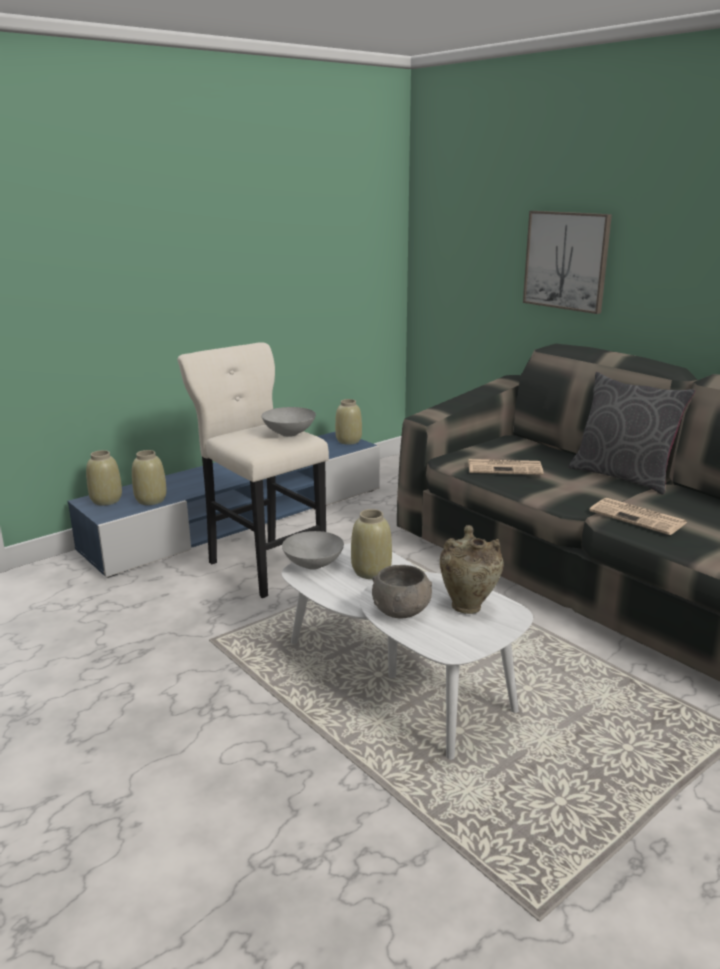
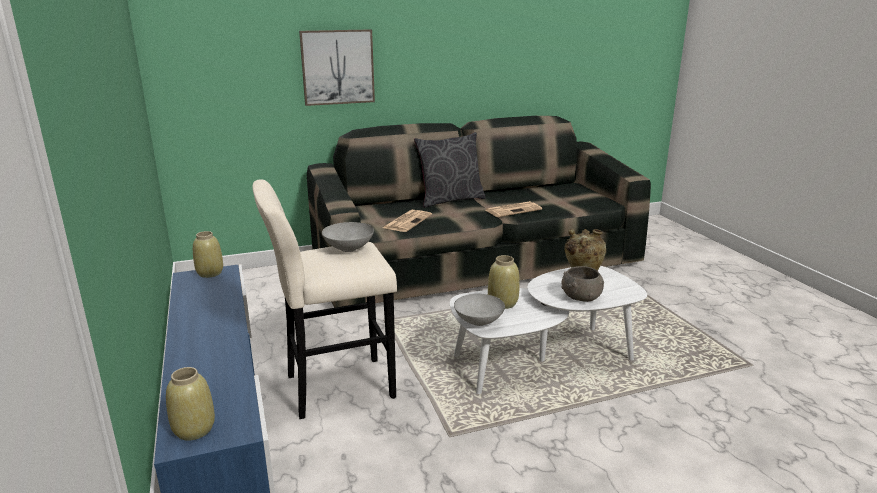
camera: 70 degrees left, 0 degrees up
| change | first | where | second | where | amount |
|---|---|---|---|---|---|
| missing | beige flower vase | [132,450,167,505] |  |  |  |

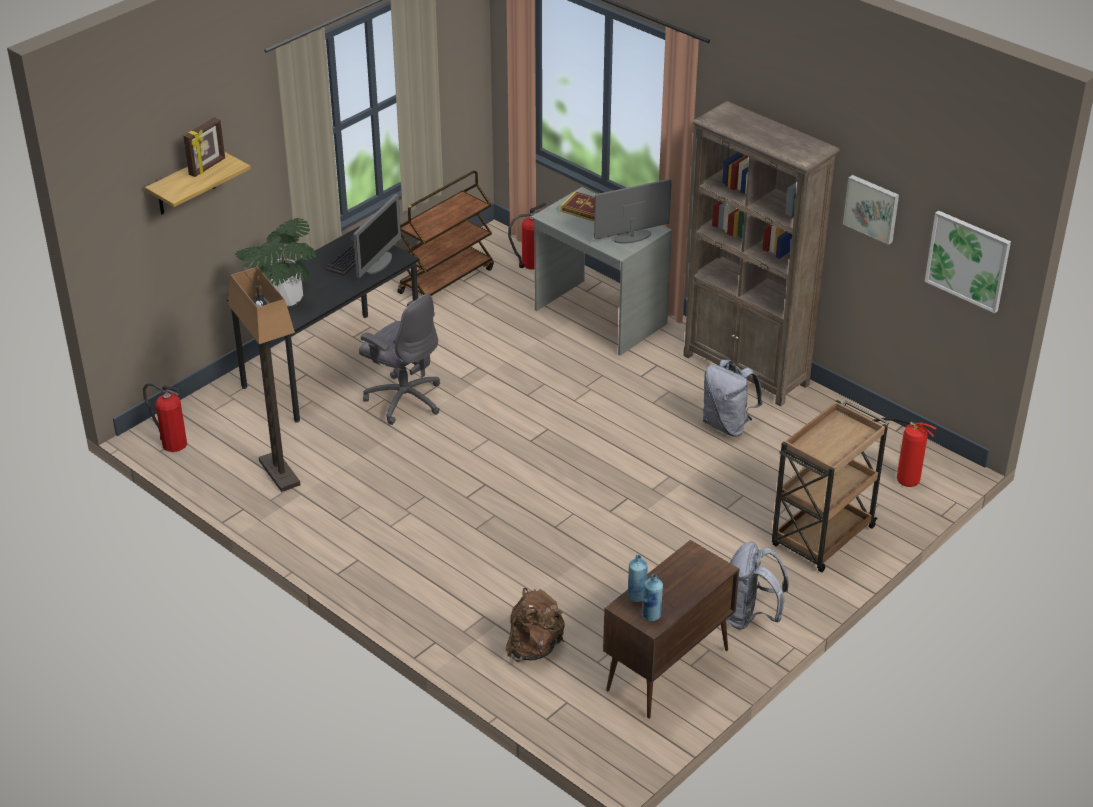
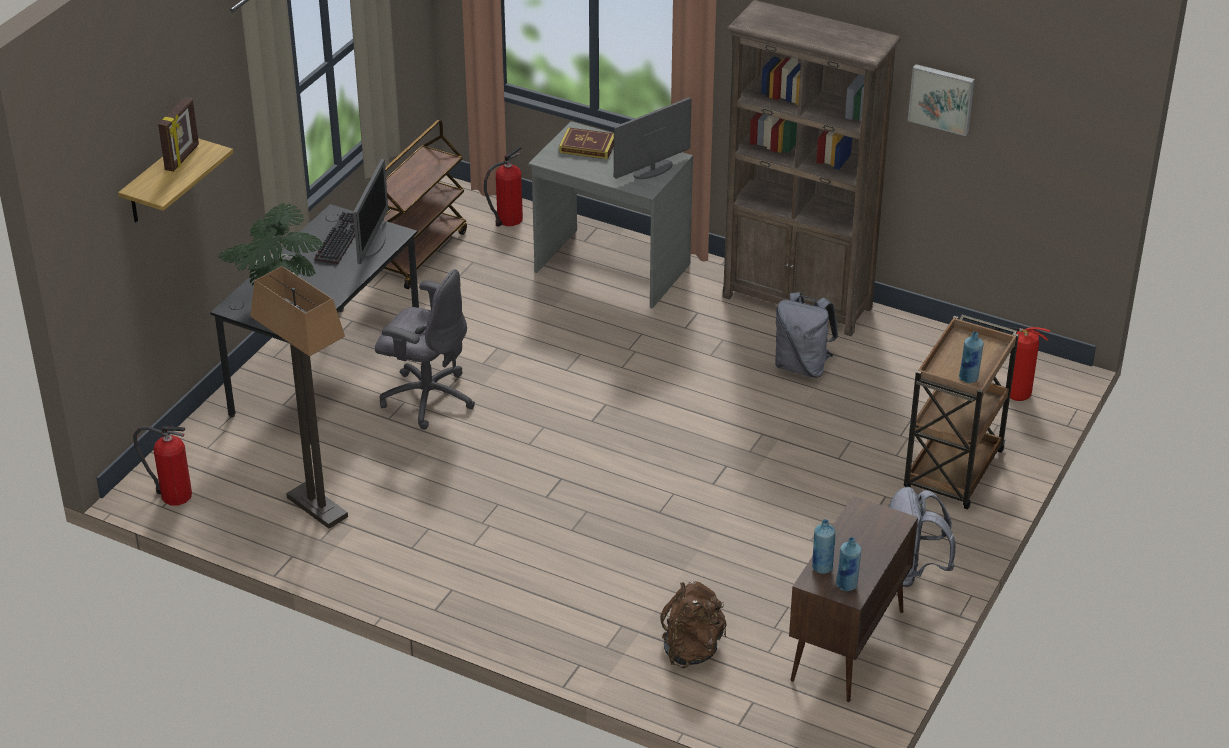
camera: 15 degrees left, 0 degrees up
| change | first | where | second | where | amount |
|---|---|---|---|---|---|
| missing | picture | [924,211,1011,313] |  |  |  |
| appeared |  |  | blue-coloured bottle | [959,332,983,383] |  |

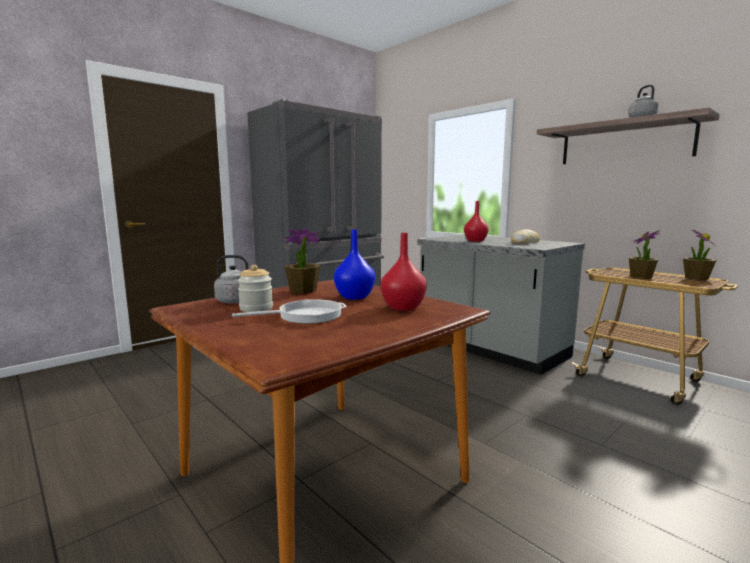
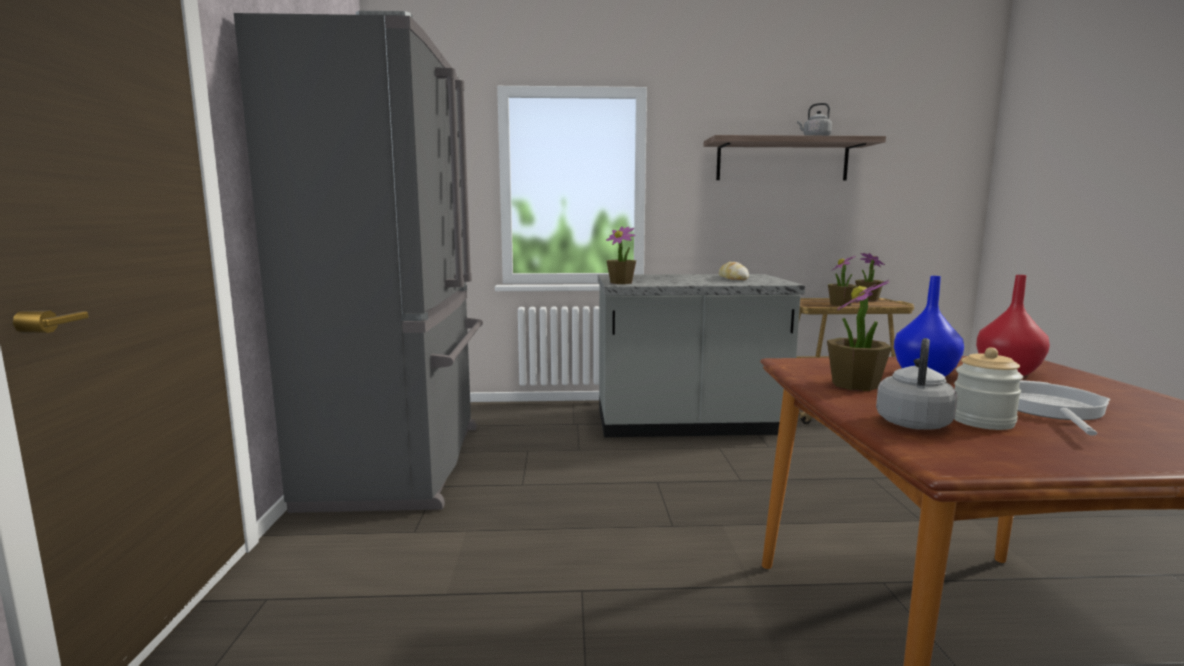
camera: 50 degrees left, 0 degrees up
| change | first | where | second | where | amount |
|---|---|---|---|---|---|
| missing | red-coloured flower vase | [464,201,489,242] |  |  |  |
| appeared |  |  | plant in a pot | [606,226,636,284] |  |

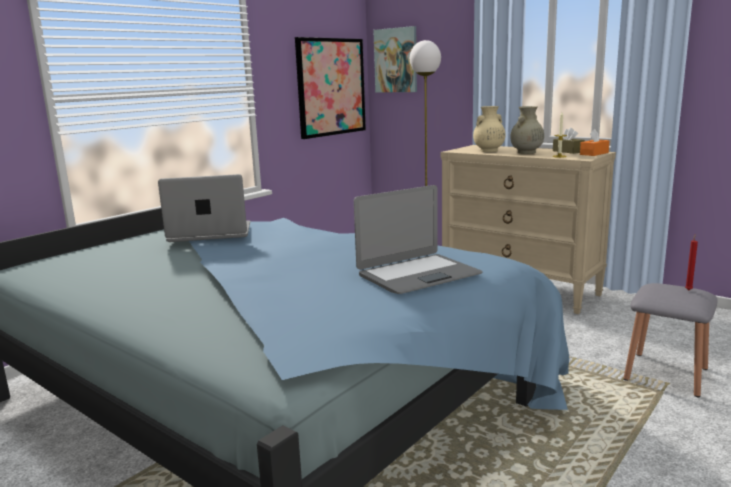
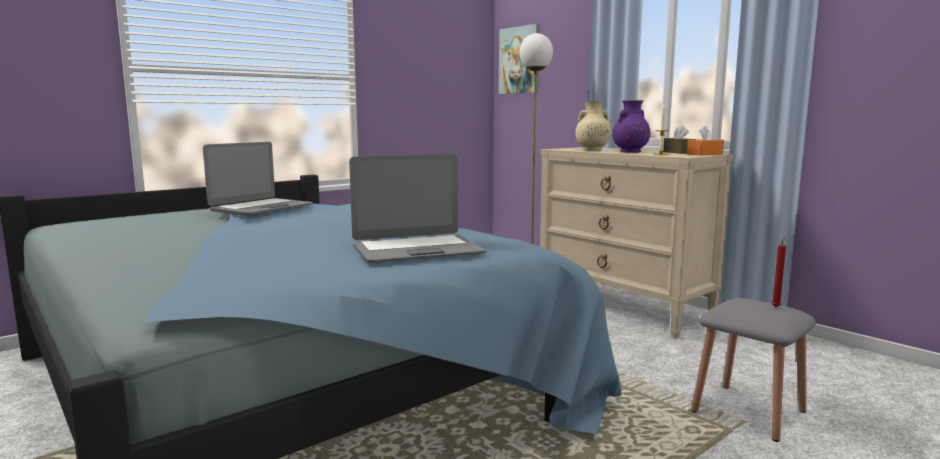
camera: 10 degrees right, 5 degrees down
| change | first | where | second | where | amount |
|---|---|---|---|---|---|
| missing | picture | [295,37,366,139] |  |  |  |
| colour | beige flower vase | [510,106,544,154] | purple flower vase | [613,100,650,153] |  |
| spun | notebook computer | [158,174,250,242] |  | [203,142,313,215] | 120 degrees clockwise |

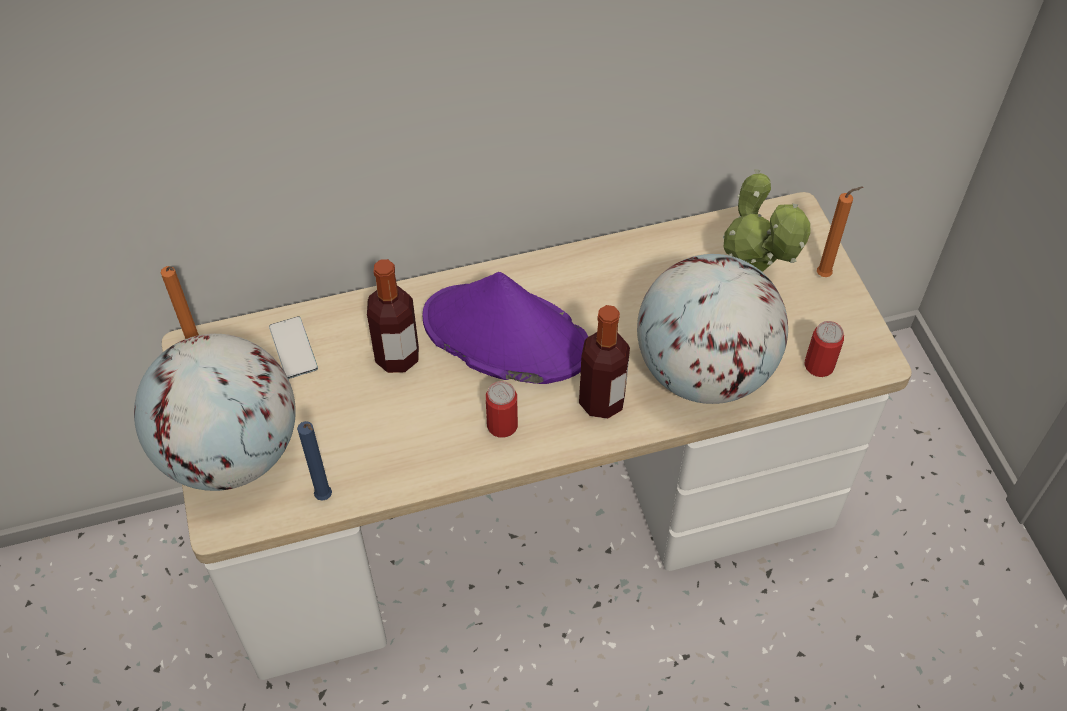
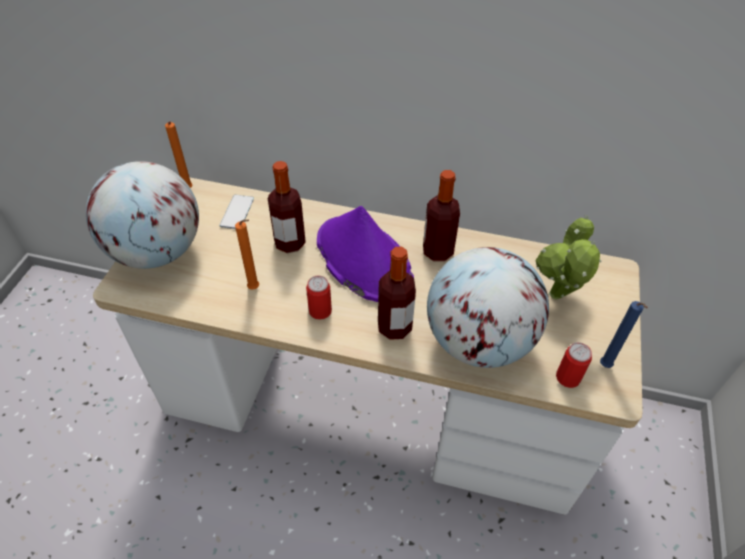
camera: 30 degrees right, 5 degrees down
| change | first | where | second | where | amount |
|---|---|---|---|---|---|
| relocated | orangey candle | [817,187,863,277] |  | [235,219,259,290] |  |
| relocated | blue-coloured candle | [297,421,332,501] |  | [600,301,648,368] |  |
| appeared |  |  | bottle | [423,170,460,261] |  |

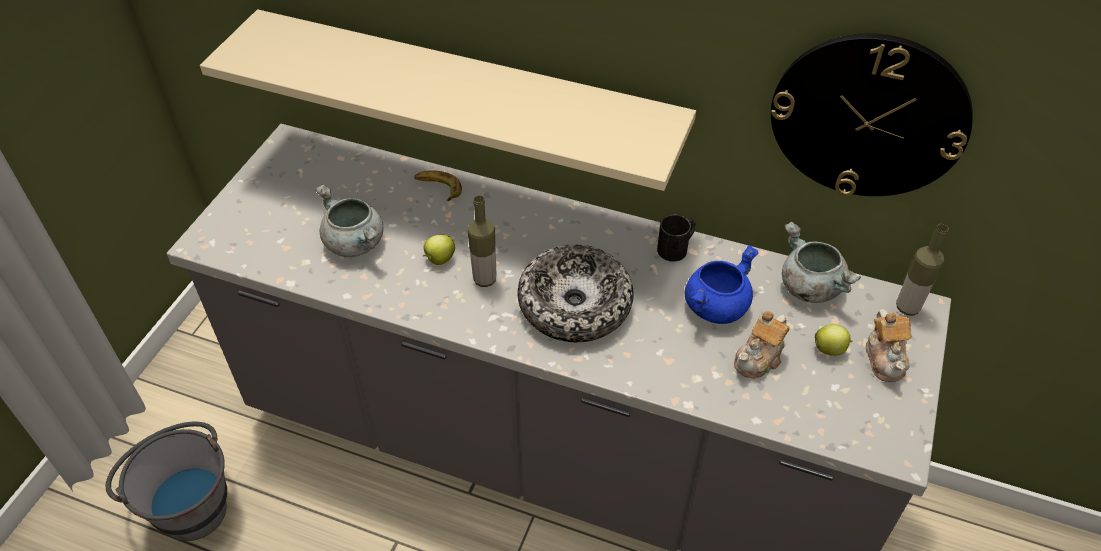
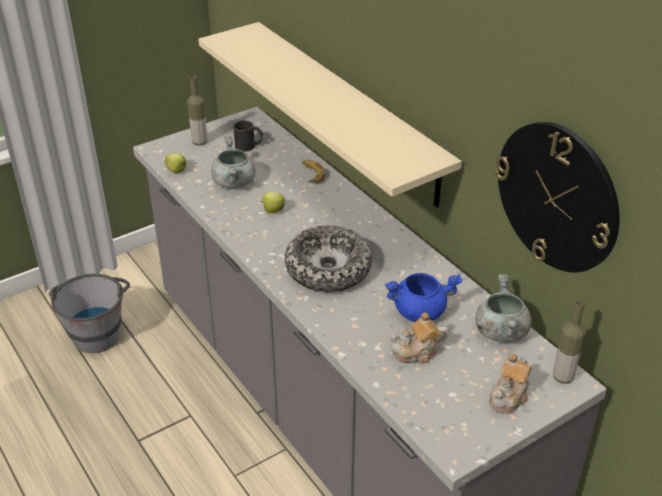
camera: 35 degrees right, 10 degrees down
| change | first | where | second | where | amount |
|---|---|---|---|---|---|
| relocated | bottle | [468,195,496,287] |  | [187,76,207,145] |  |
| relocated | black coffee mug | [657,215,696,262] |  | [233,120,263,152] |  |
| relocated | apple fruit | [815,324,852,356] |  | [165,153,186,173] |  |

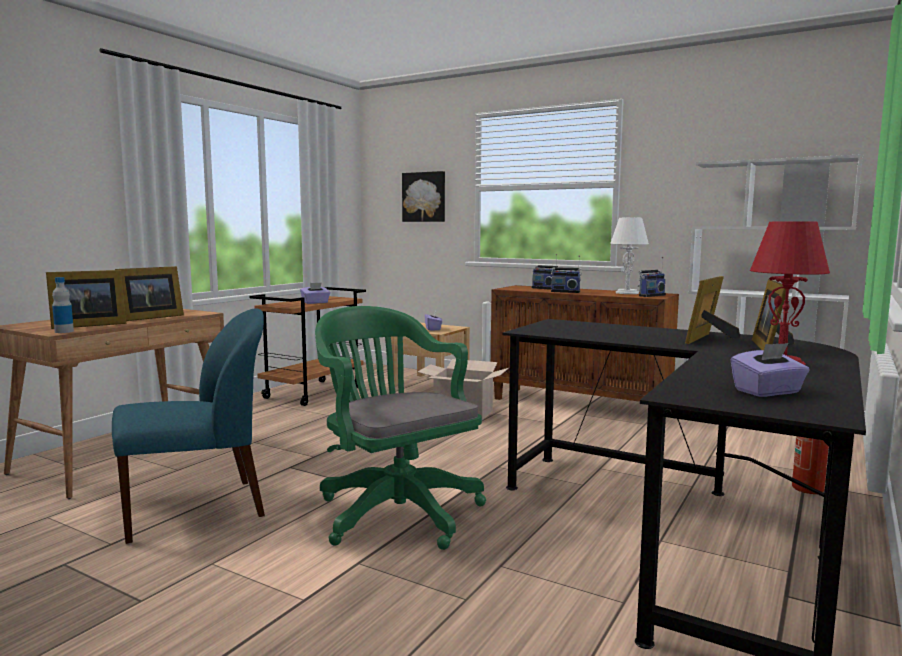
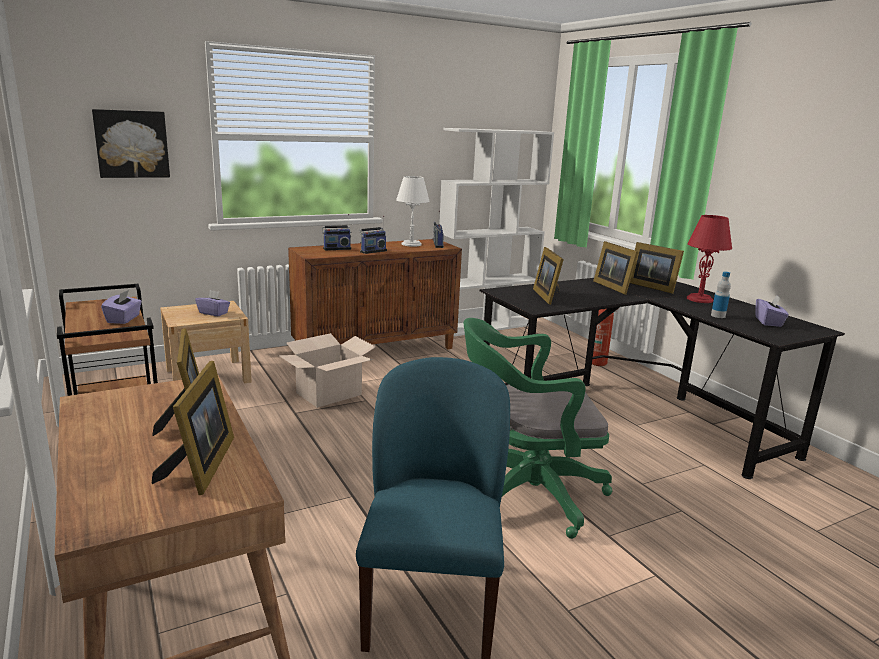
camera: 60 degrees left, 10 degrees up
| change | first | where | second | where | amount |
|---|---|---|---|---|---|
| relocated | bottle | [52,277,74,333] |  | [711,271,731,318] |  |
| appeared |  |  | standing frame | [533,247,564,305] |  |

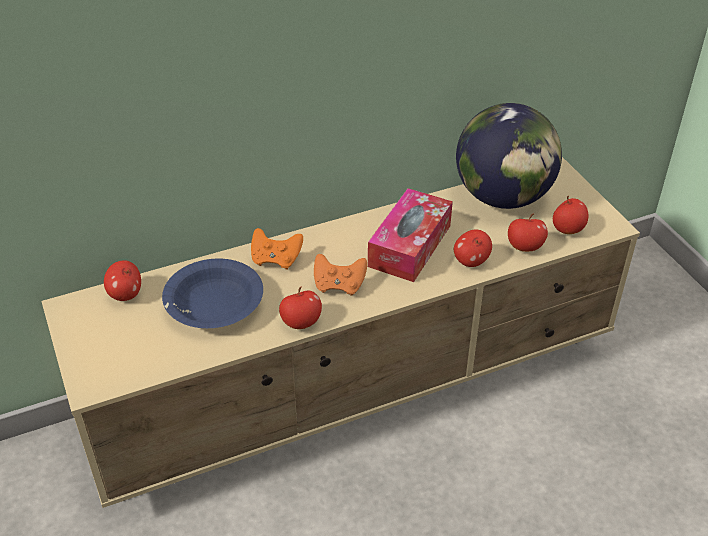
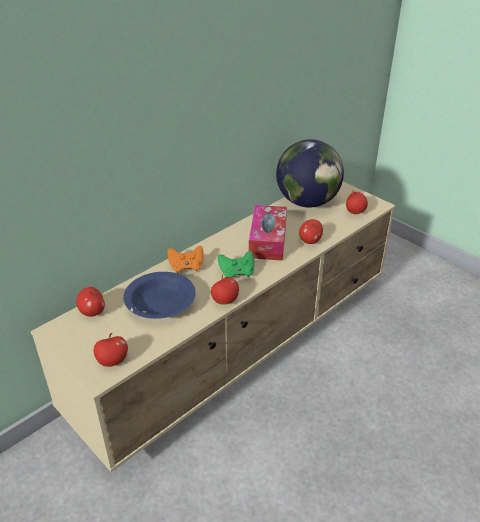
camera: 20 degrees left, 5 degrees down
| change | first | where | second | where | amount |
|---|---|---|---|---|---|
| relocated | apple fruit | [508,214,548,252] |  | [94,333,128,367] |  |
| colour | orangey joypad | [314,254,367,296] | green-coloured joypad | [218,251,255,278] |  |

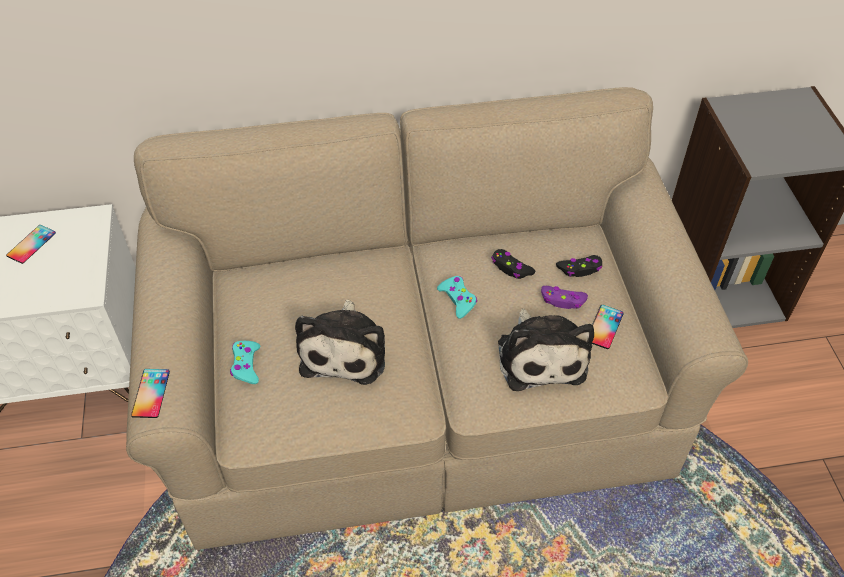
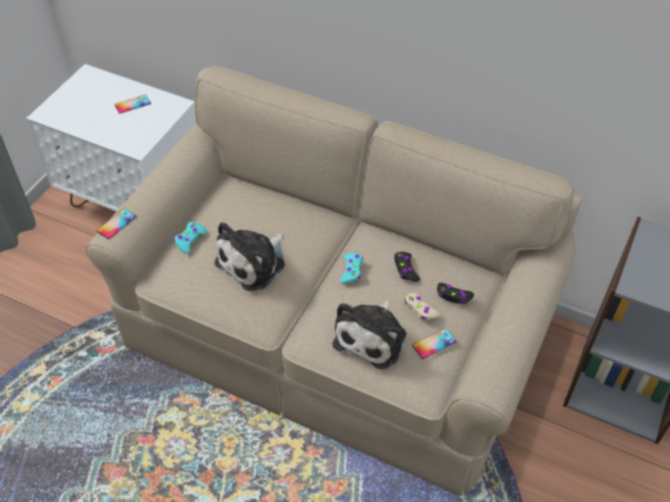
camera: 35 degrees right, 0 degrees up
| change | first | where | second | where | amount |
|---|---|---|---|---|---|
| colour | purple joypad | [541,286,588,309] | beige joypad | [405,293,441,320] |  |

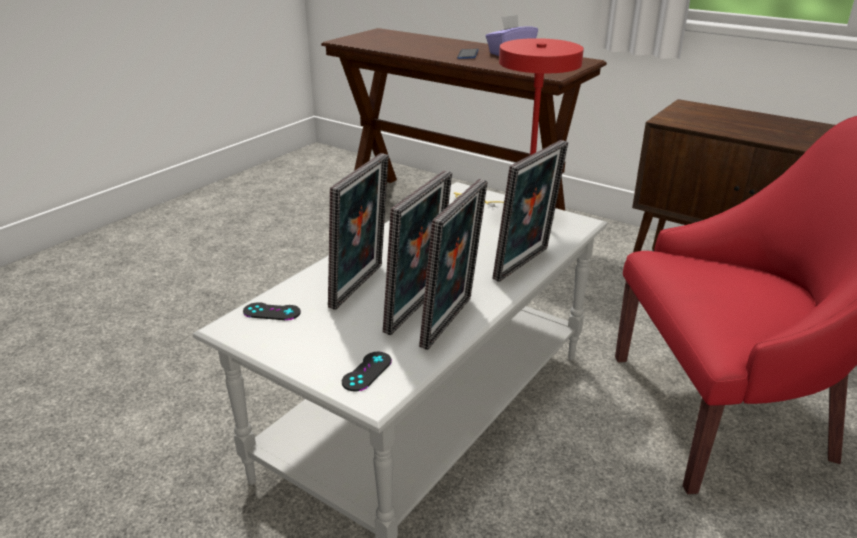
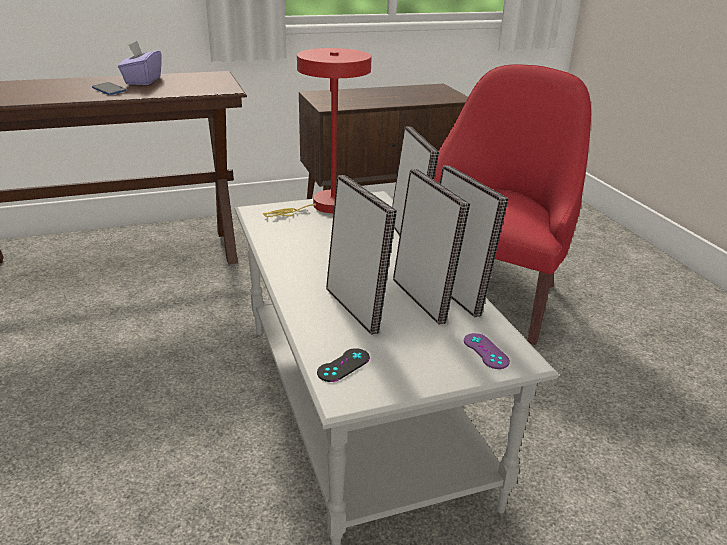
camera: 55 degrees left, 0 degrees up
| change | first | where | second | where | amount |
|---|---|---|---|---|---|
| colour | black joypad | [342,352,392,391] | purple joypad | [464,333,510,369] |  |

